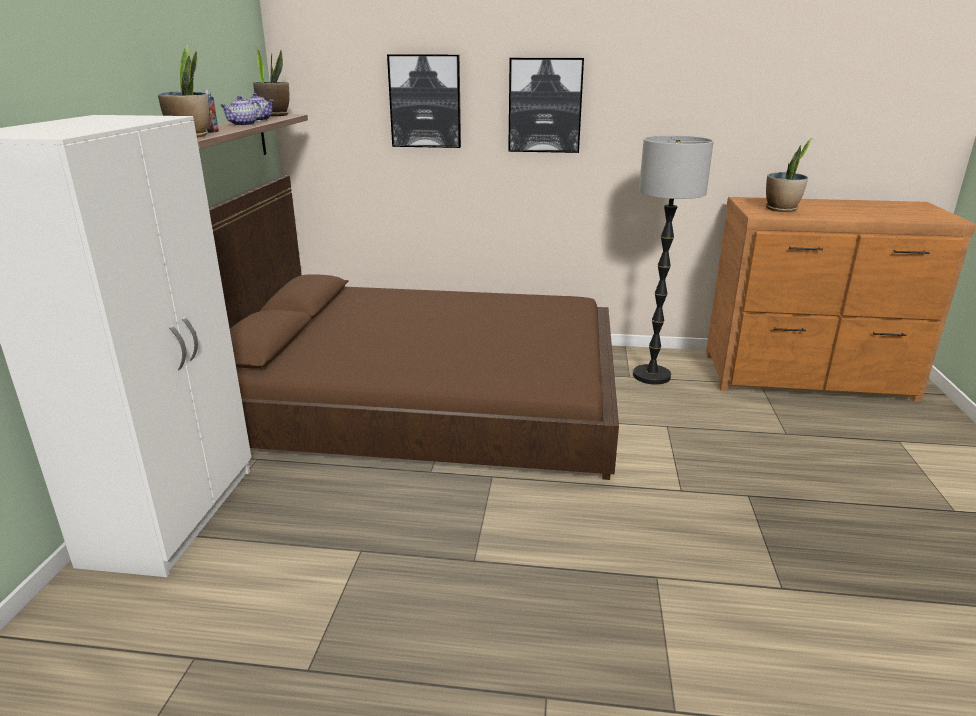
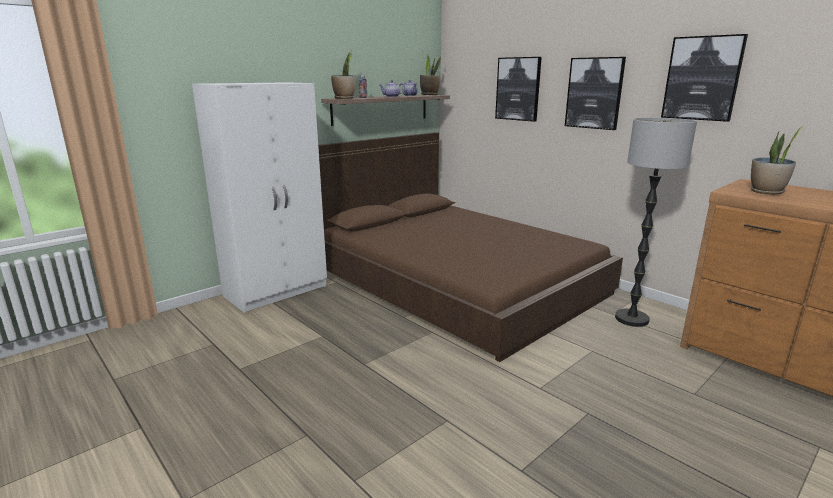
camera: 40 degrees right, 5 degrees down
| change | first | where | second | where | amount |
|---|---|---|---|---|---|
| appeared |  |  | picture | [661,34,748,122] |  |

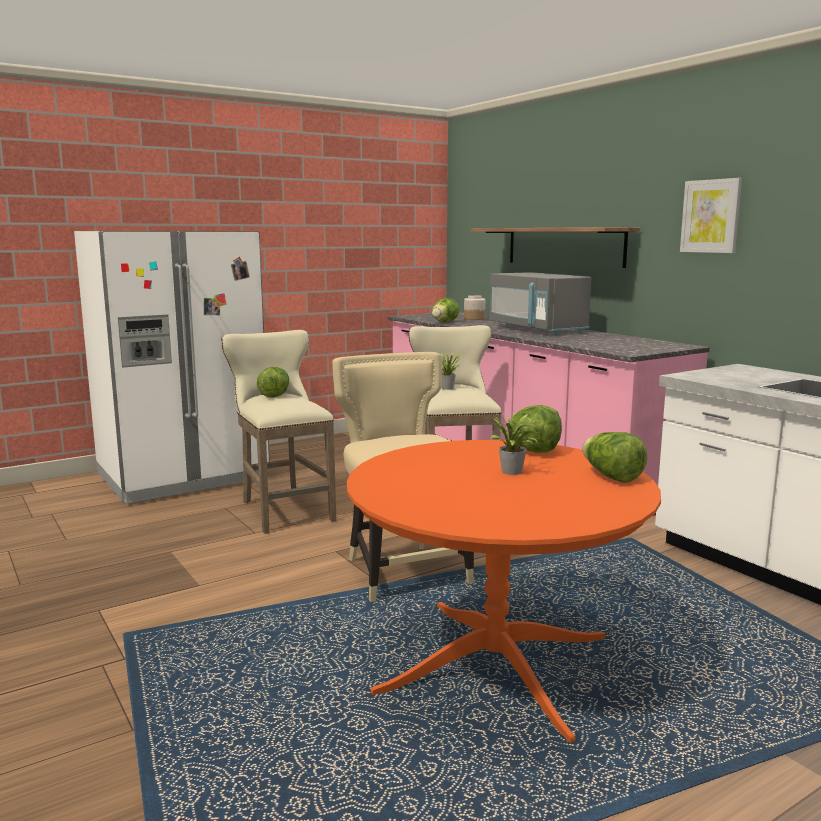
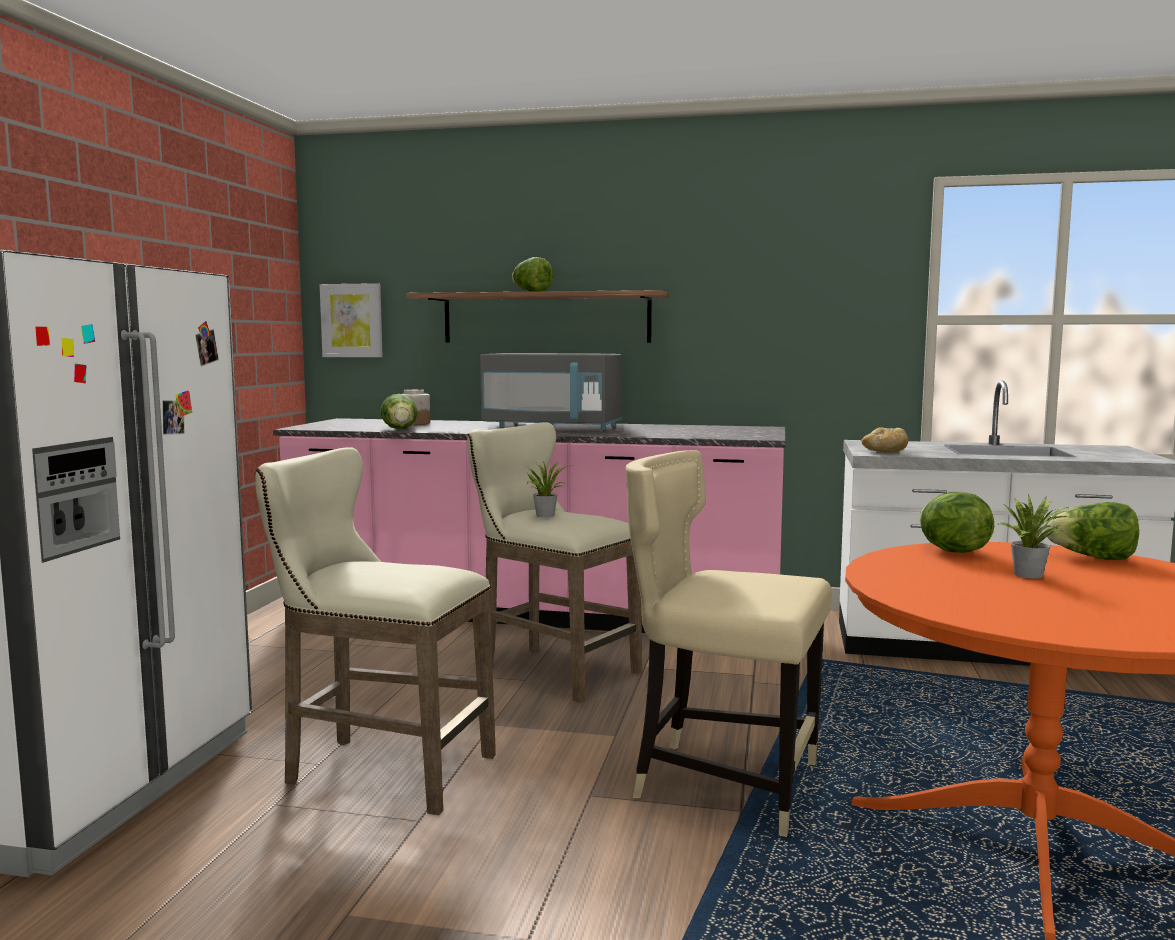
camera: 45 degrees left, 5 degrees down
| change | first | where | second | where | amount |
|---|---|---|---|---|---|
| relocated | picture | [680,178,742,253] |  | [320,283,383,357] |  |
| relocated | head of lettuce | [257,367,289,398] |  | [512,257,553,292] |  |
| appeared |  |  | baked bread | [861,428,908,452] |  |

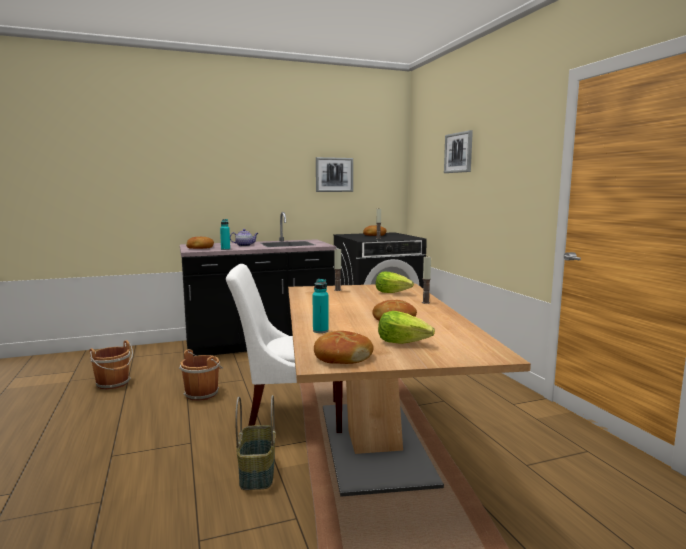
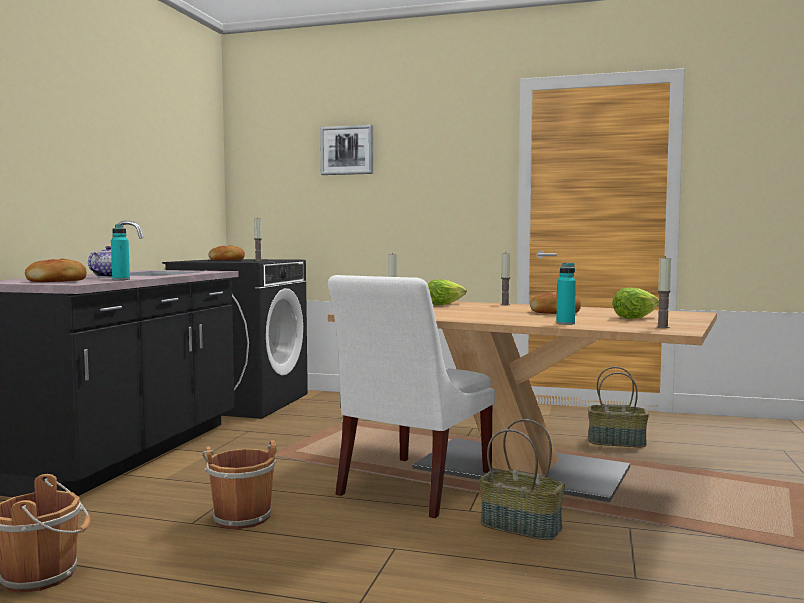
camera: 55 degrees left, 5 degrees down
| change | first | where | second | where | amount |
|---|---|---|---|---|---|
| missing | picture | [316,157,353,192] |  |  |  |
| exchanged | baked bread | [314,331,374,364] | candle | [657,256,671,328] |  |
| appeared |  |  | storage basket | [588,367,649,447] |  |

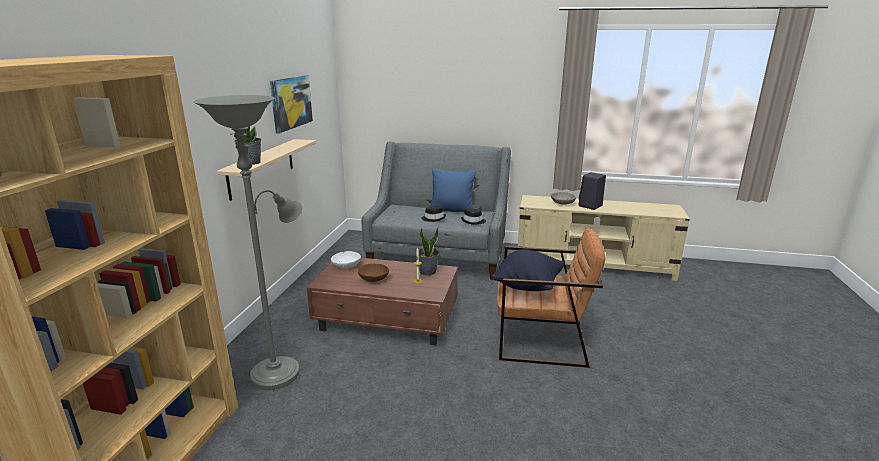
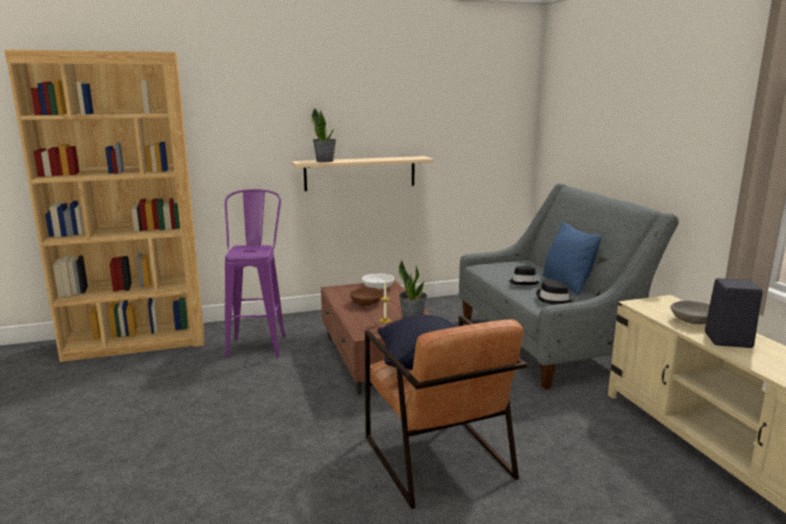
camera: 60 degrees right, 5 degrees down
| change | first | where | second | where | amount |
|---|---|---|---|---|---|
| missing | picture | [270,75,313,134] |  |  |  |
| exchanged | grey standard lamp | [194,95,302,390] | purple stool seat | [225,189,286,358] |  |

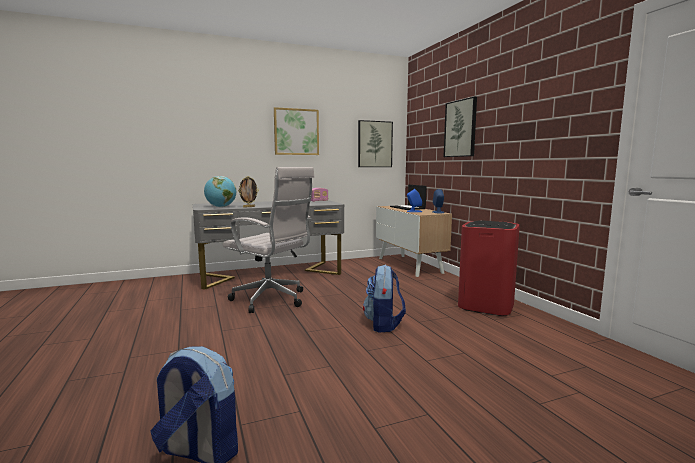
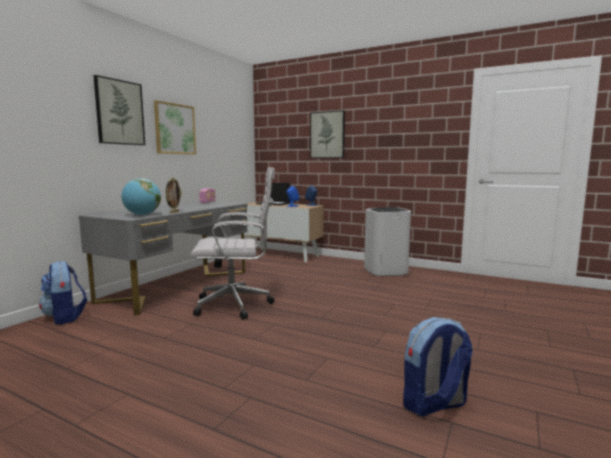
camera: 40 degrees left, 0 degrees up
| change | first | where | second | where | amount |
|---|---|---|---|---|---|
| relocated | picture | [358,120,393,167] |  | [93,75,145,145] |  |
| colour | red-coloured trash can | [458,220,520,316] | white trash can | [364,207,411,276] |  |
| relocated | backpack | [363,265,406,333] |  | [39,261,87,325] |  |

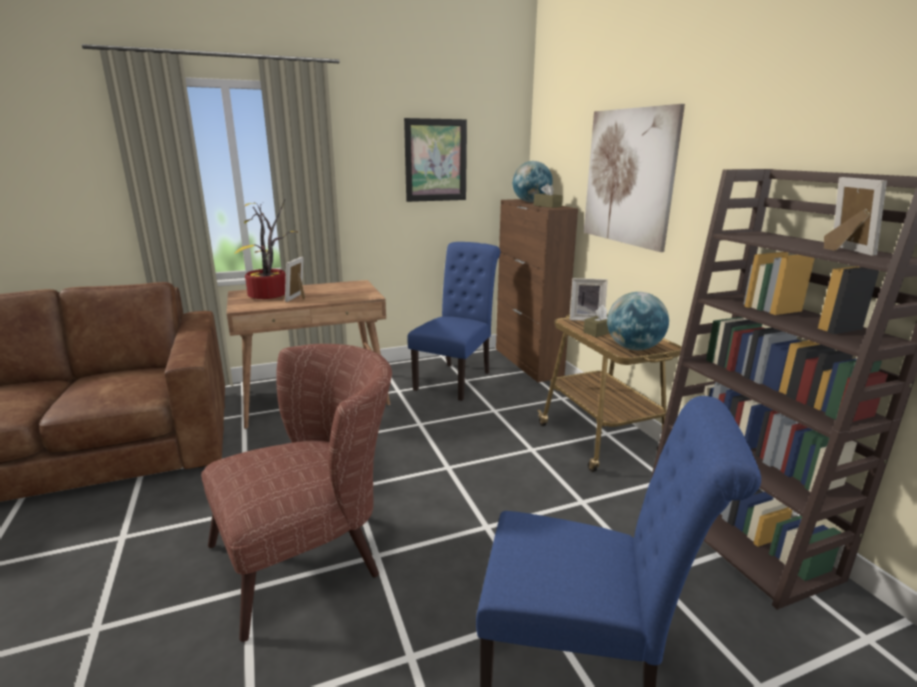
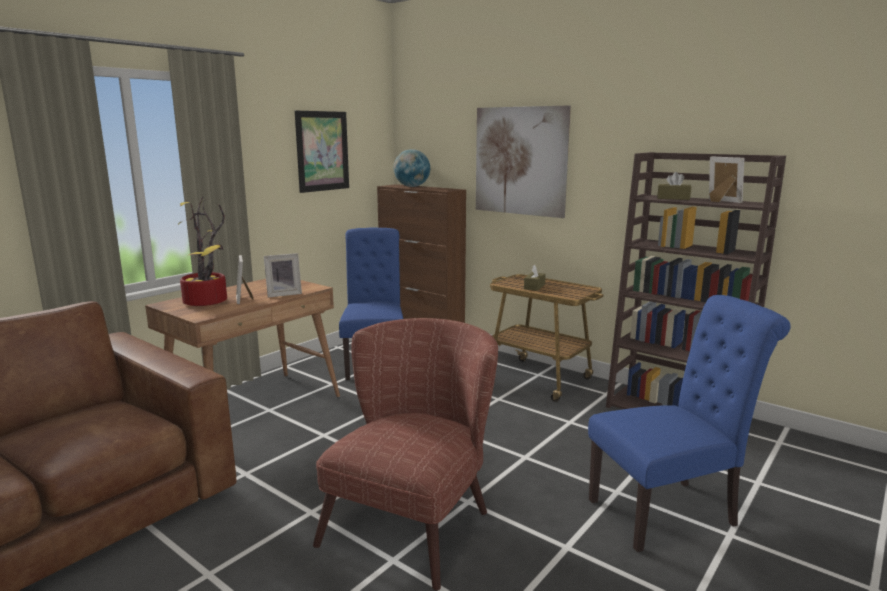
camera: 30 degrees left, 5 degrees down
| change | first | where | second | where | amount |
|---|---|---|---|---|---|
| relocated | brownish tissue holder | [534,183,563,208] |  | [657,172,691,200] |  |
| relocated | standing frame | [570,278,608,321] |  | [264,253,302,298] |  |
| missing | world globe | [607,292,669,350] |  |  |  |

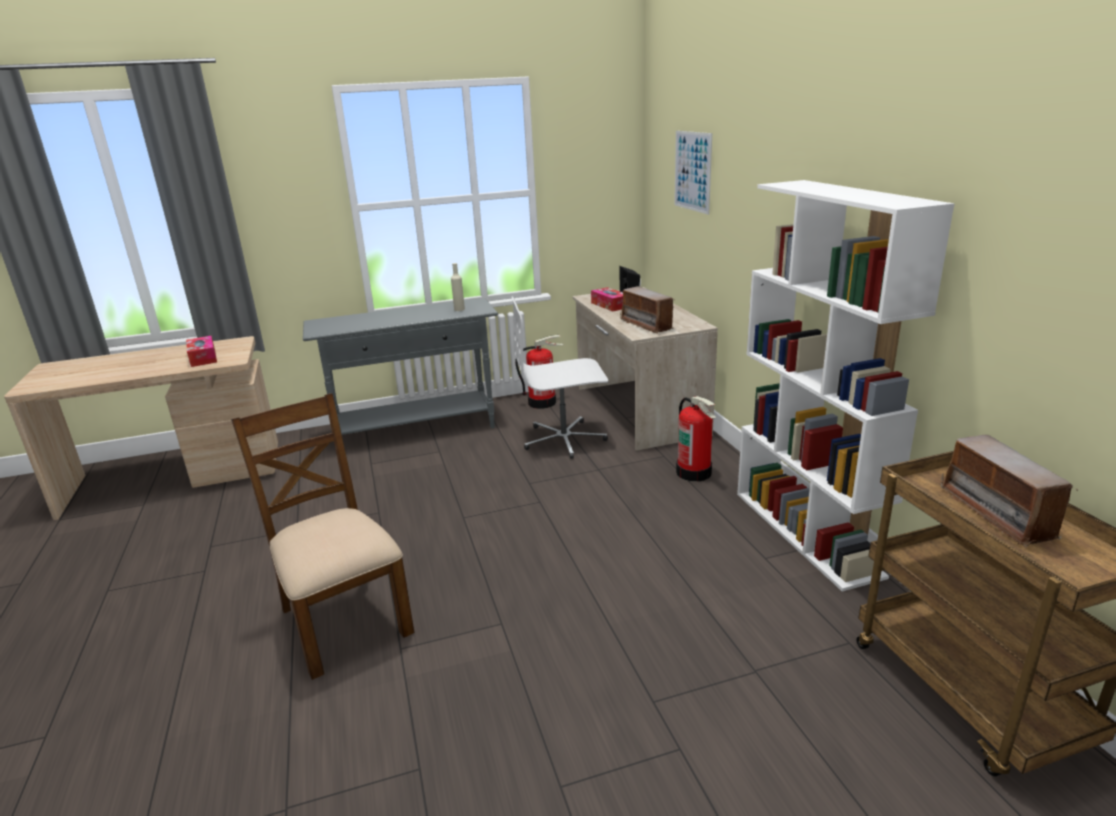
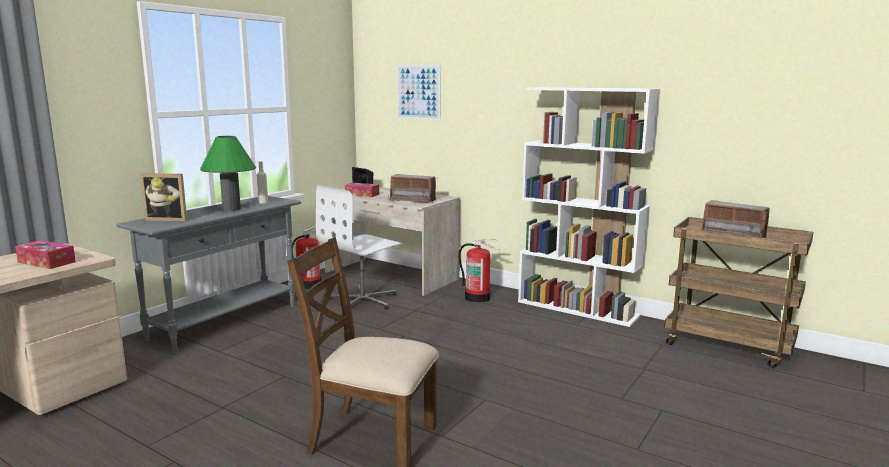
camera: 40 degrees left, 10 degrees down
| change | first | where | second | where | amount |
|---|---|---|---|---|---|
| appeared |  |  | green-coloured lamp for a table | [200,136,256,211] |  |
| appeared |  |  | standing frame | [140,173,187,222] |  |

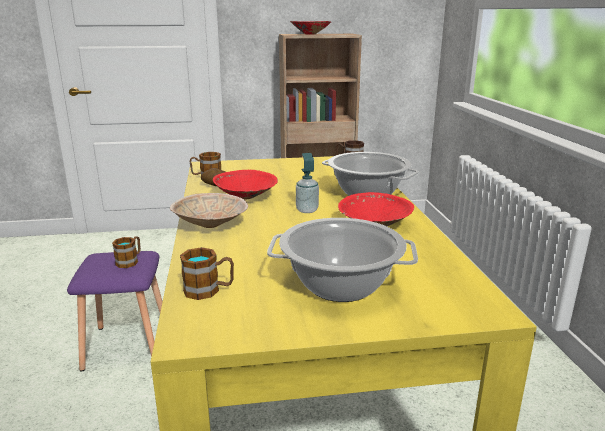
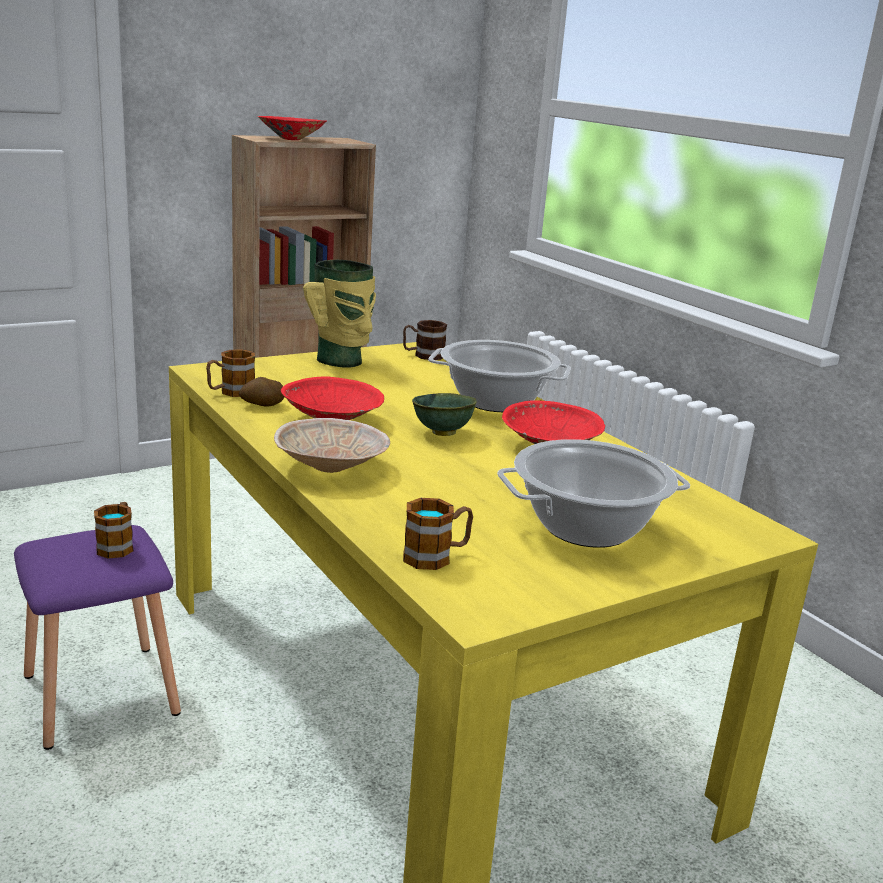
camera: 25 degrees left, 0 degrees up
| change | first | where | second | where | amount |
|---|---|---|---|---|---|
| exchanged | liquid soap bottle | [296,153,319,213] | green-coloured serving bowl | [412,393,477,436] |  |
| appeared |  |  | flower vase | [303,260,376,368] |  |

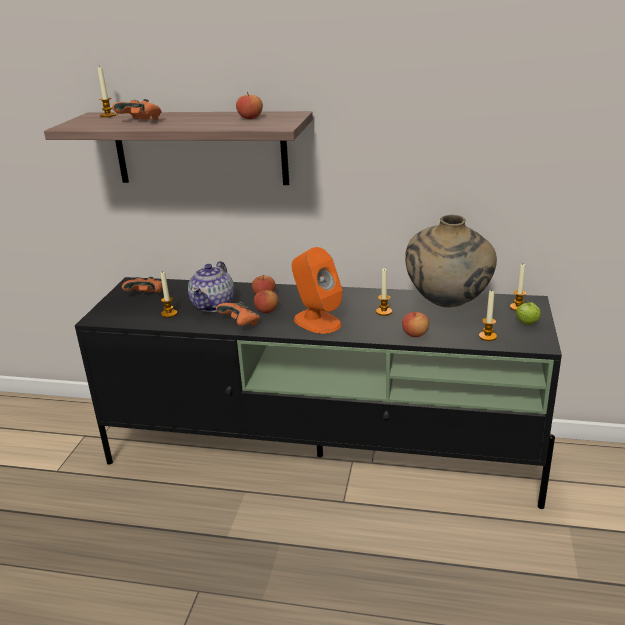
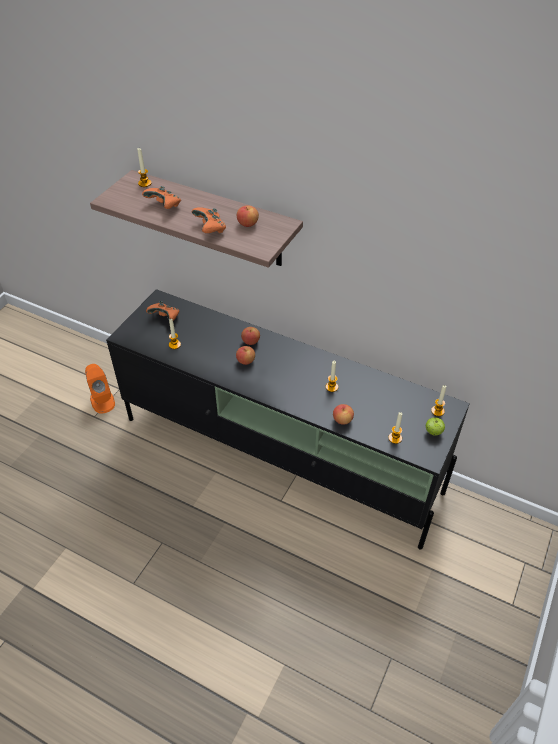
camera: 15 degrees right, 20 degrees up
| change | first | where | second | where | amount |
|---|---|---|---|---|---|
| missing | beige flower vase | [405,215,497,308] |  |  |  |
| relocated | orangey audio speaker | [292,247,343,334] |  | [85,364,115,413] |  |
| missing | teapot | [188,261,235,312] |  |  |  |
| relocated | orangey joypad | [216,302,260,326] |  | [192,207,226,233] |  |

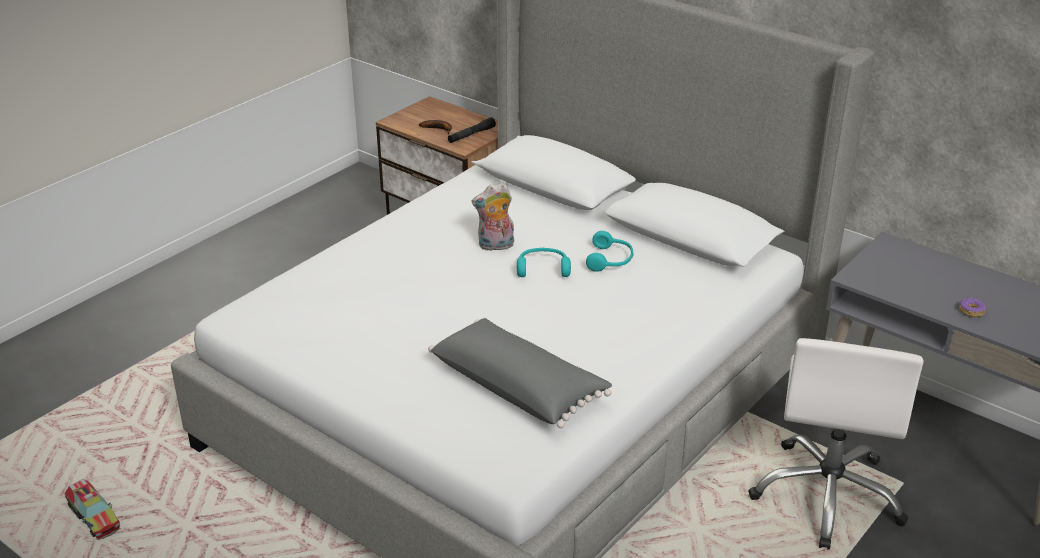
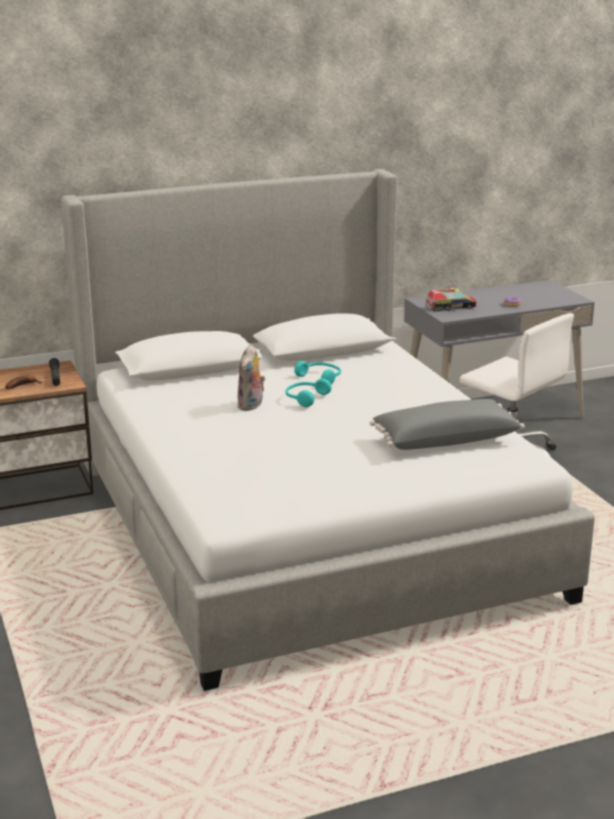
camera: 60 degrees left, 10 degrees down
| change | first | where | second | where | amount |
|---|---|---|---|---|---|
| relocated | toy truck | [64,479,120,540] |  | [426,287,476,312] |  |

